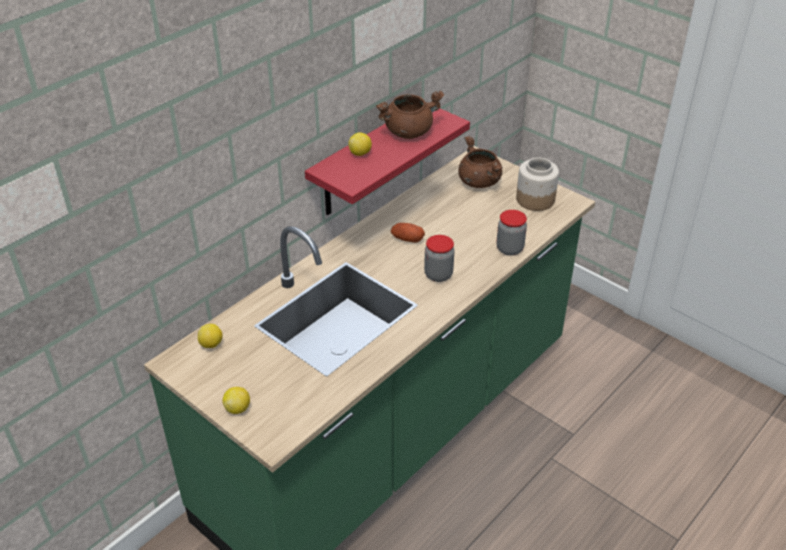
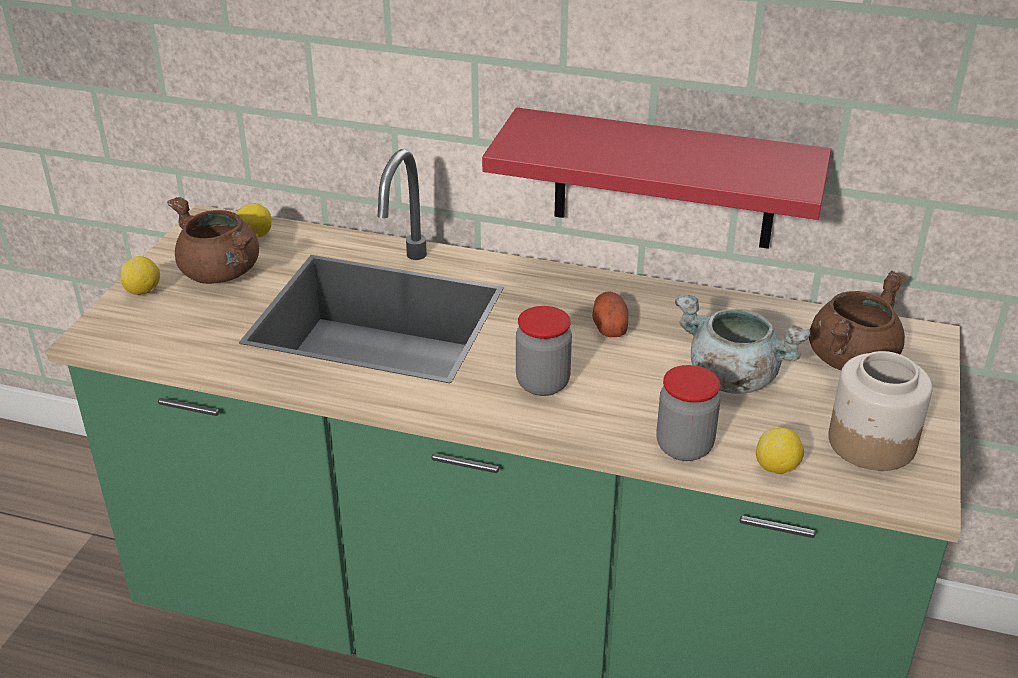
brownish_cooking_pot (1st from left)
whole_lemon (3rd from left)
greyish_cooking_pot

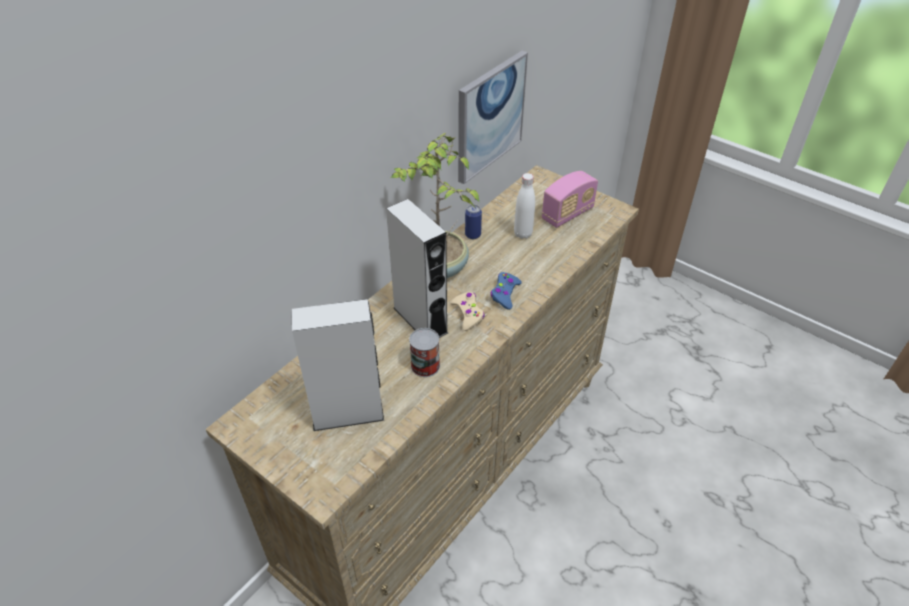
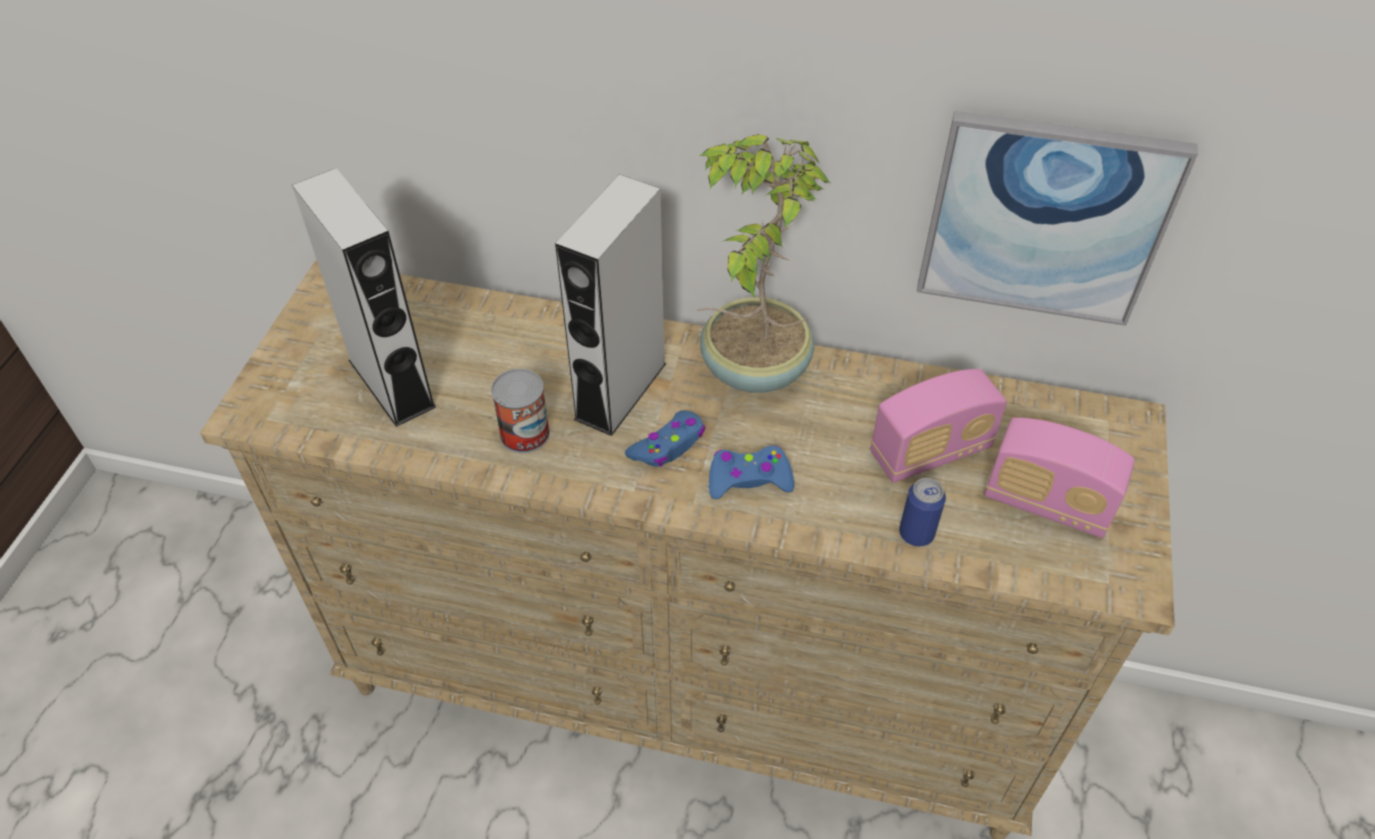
radio_set (1st from left)
metal_can (2nd from left)
blue_gamepad (1st from left)

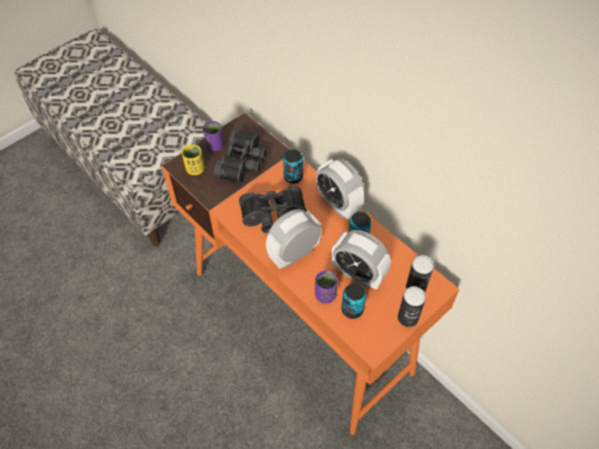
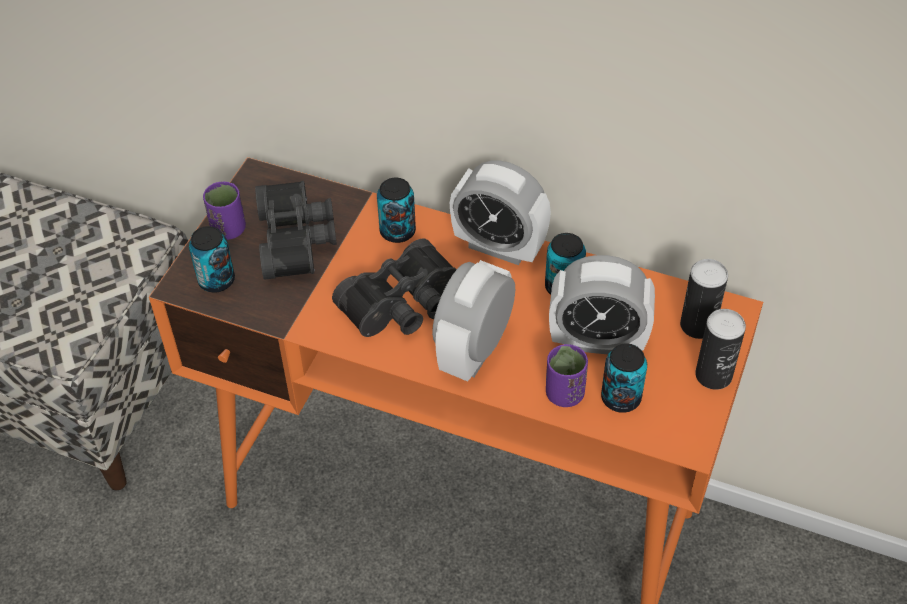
metal_can (1st from left)

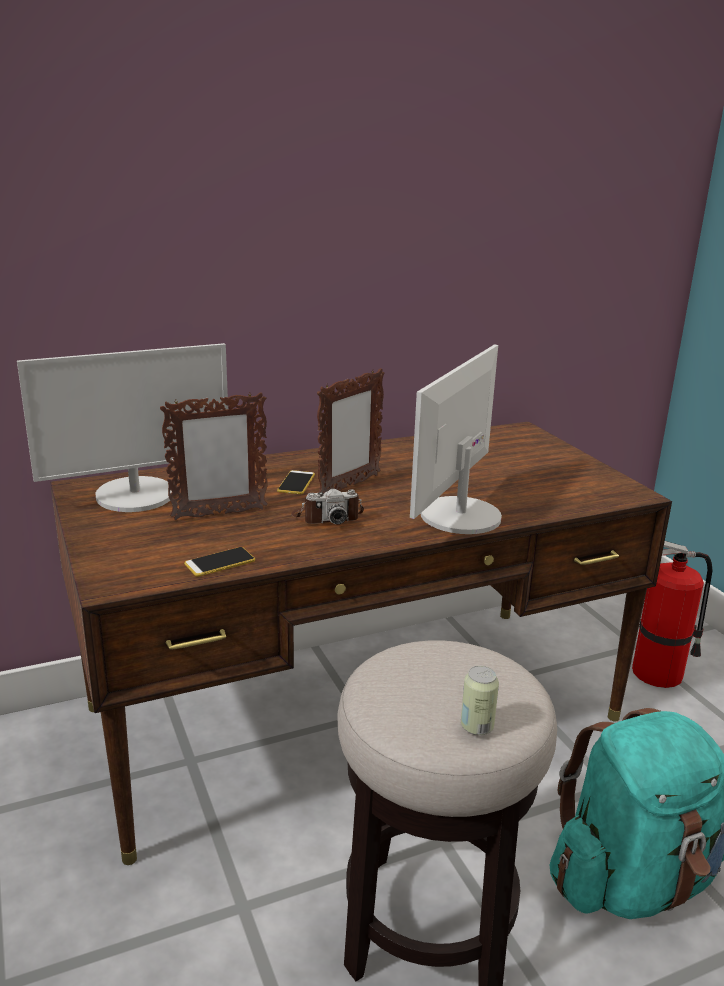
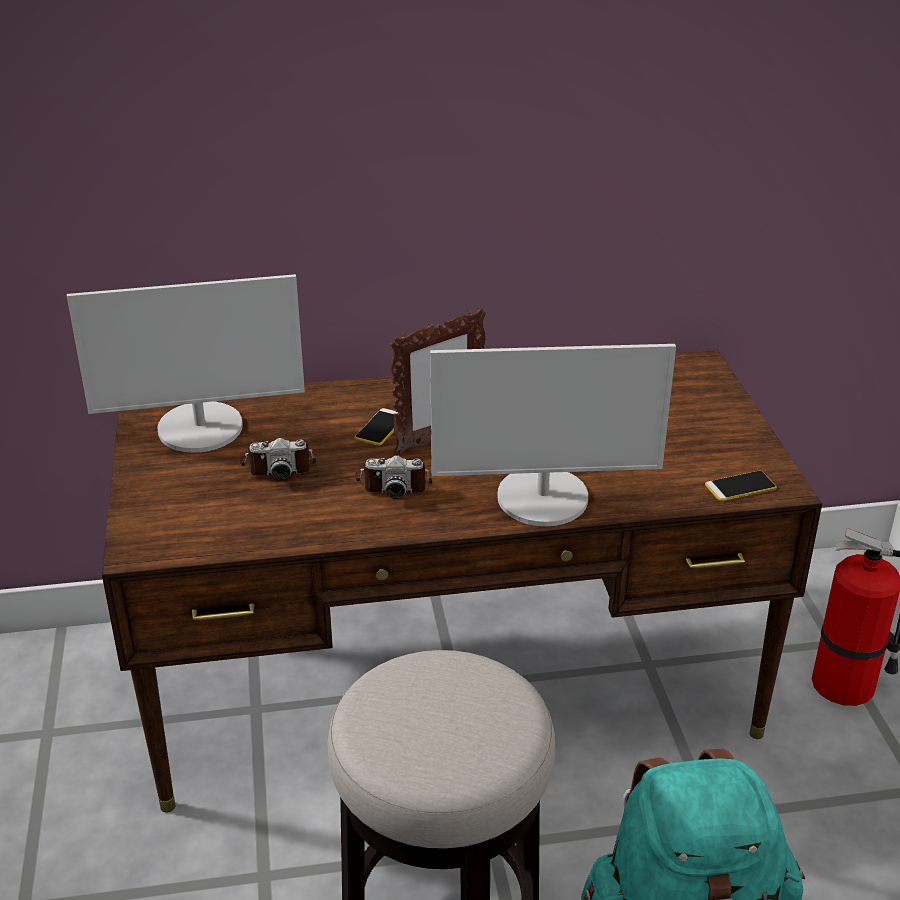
computer_screen (2nd from left)
photo_camera (1st from left)
handset (2nd from left)
metal_can

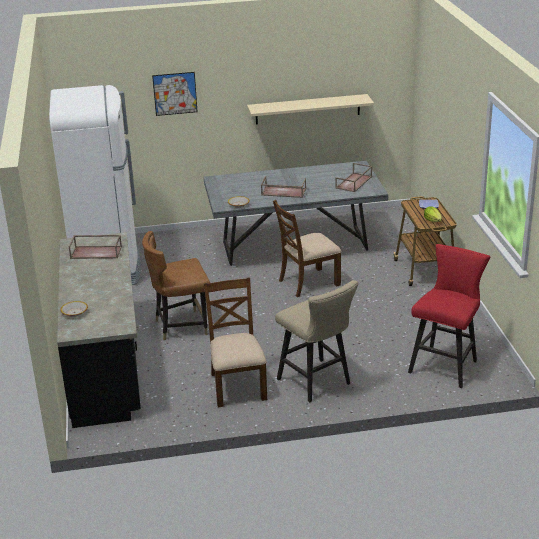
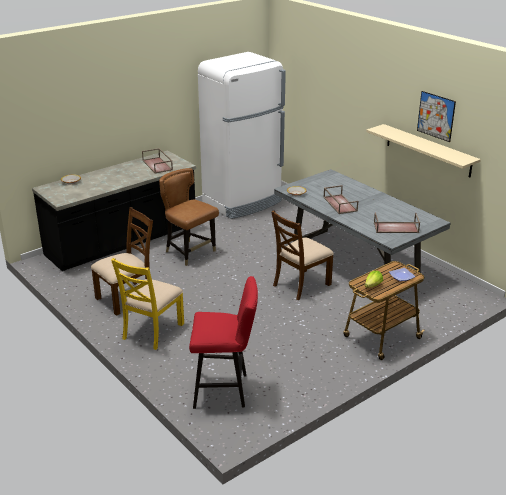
wall_art
brownish_upright_chair (3rd from left)
yellow-coloured_upright_chair

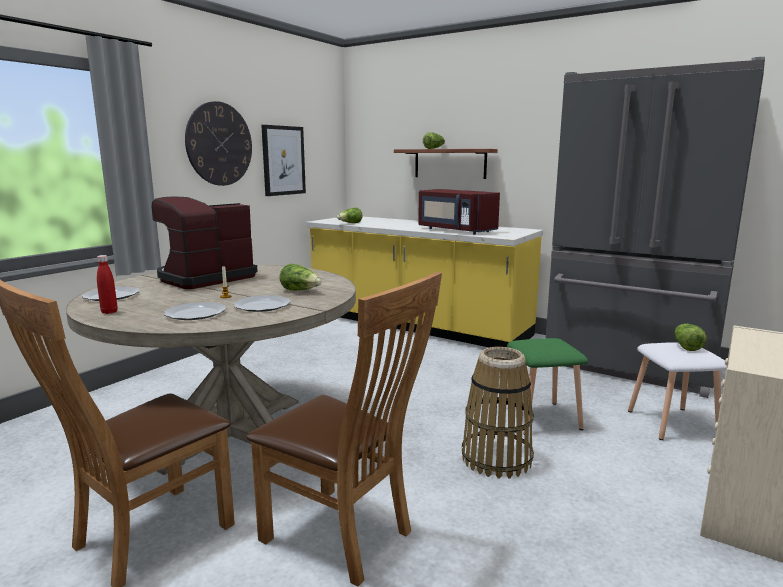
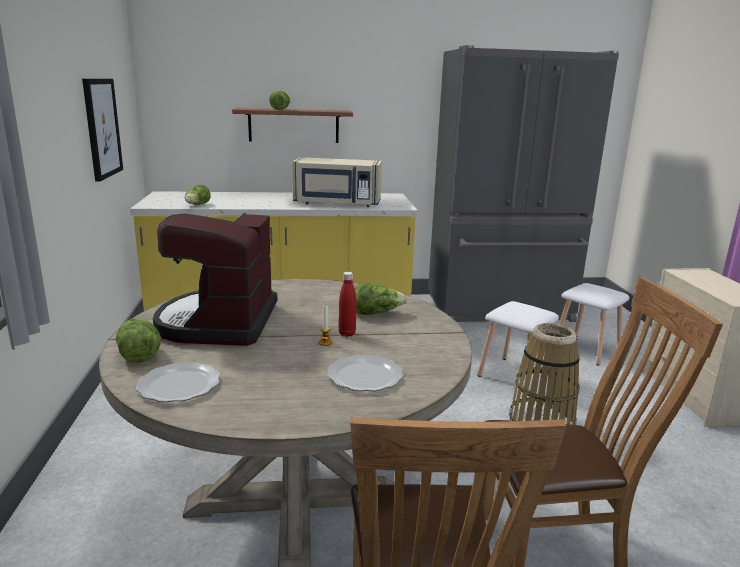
wall_clock
sand-coloured_microwave
red_beverage_bottle
flat_dish (3rd from left in the first image)
lettuce (1st from left)
white-coloured_stool_seat (1st from left)

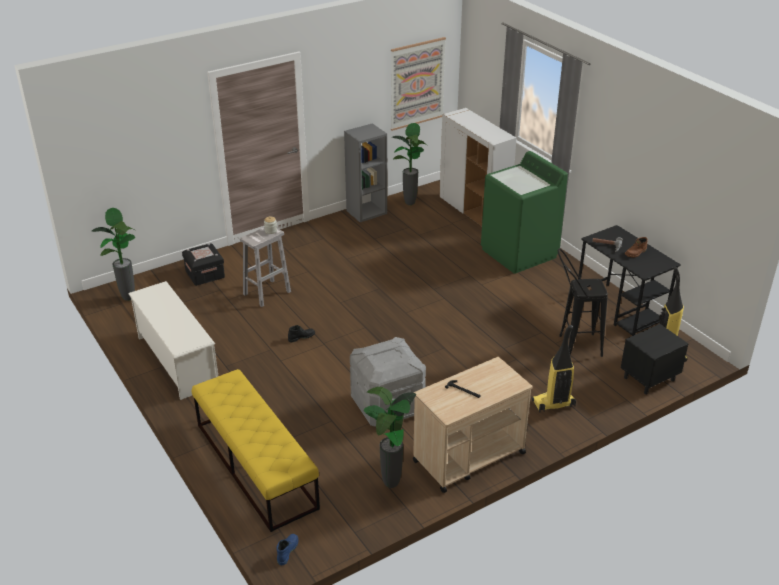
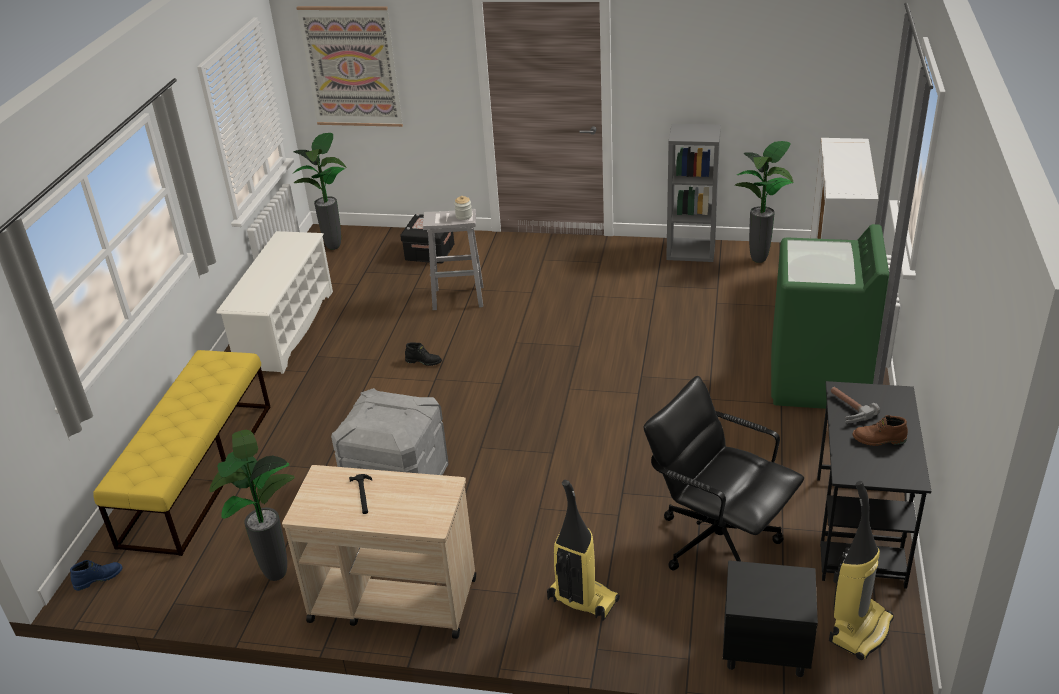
wall_art
black-coloured_office_chair

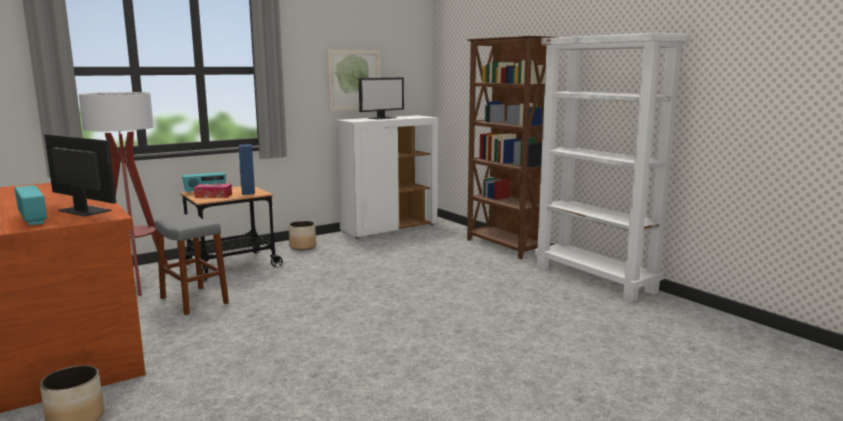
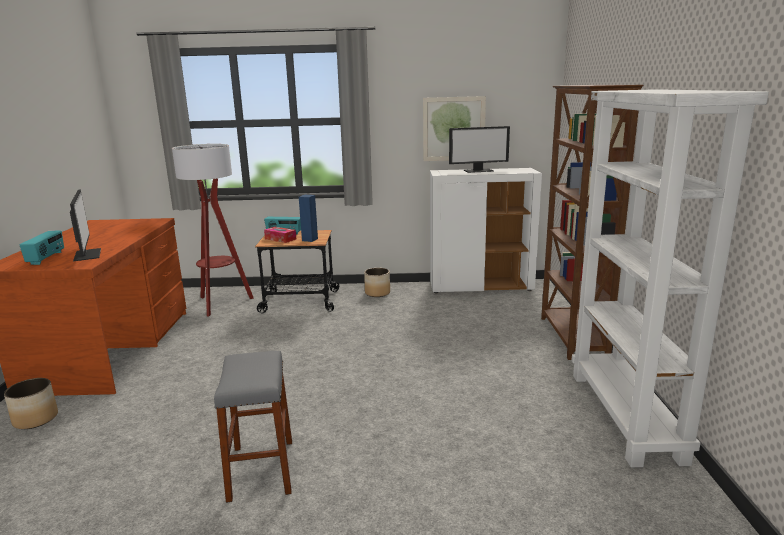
greyish_stool_seat

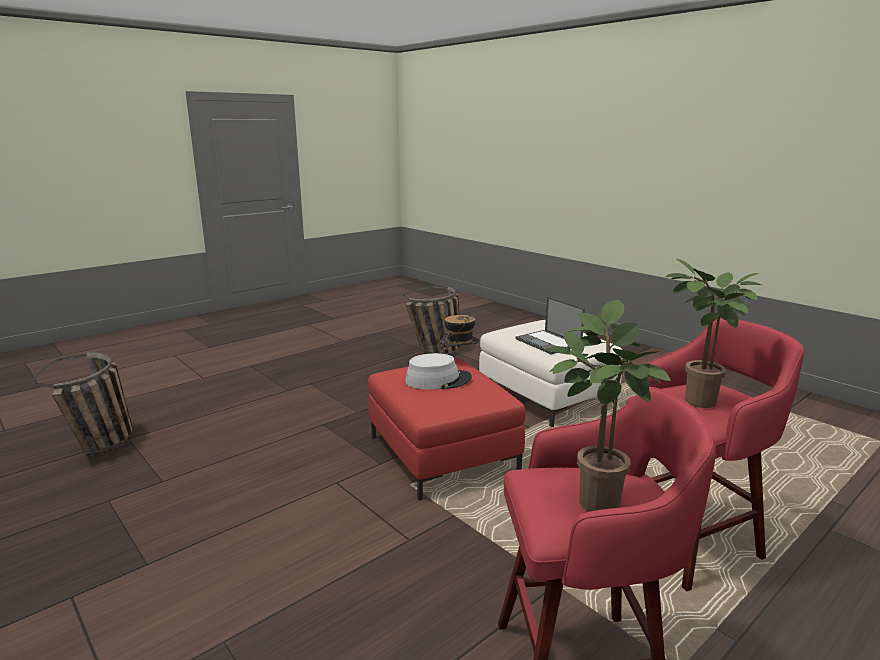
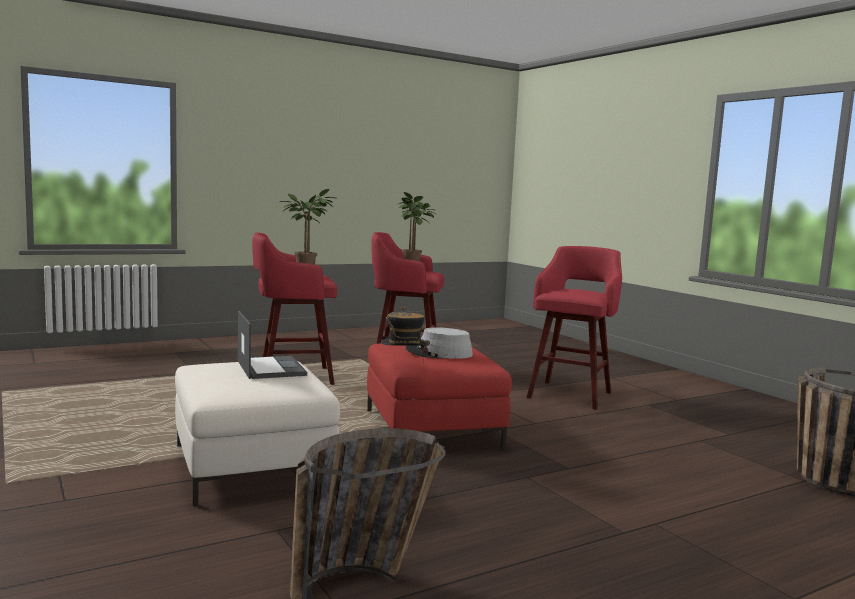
red_stool_seat (3rd from left)

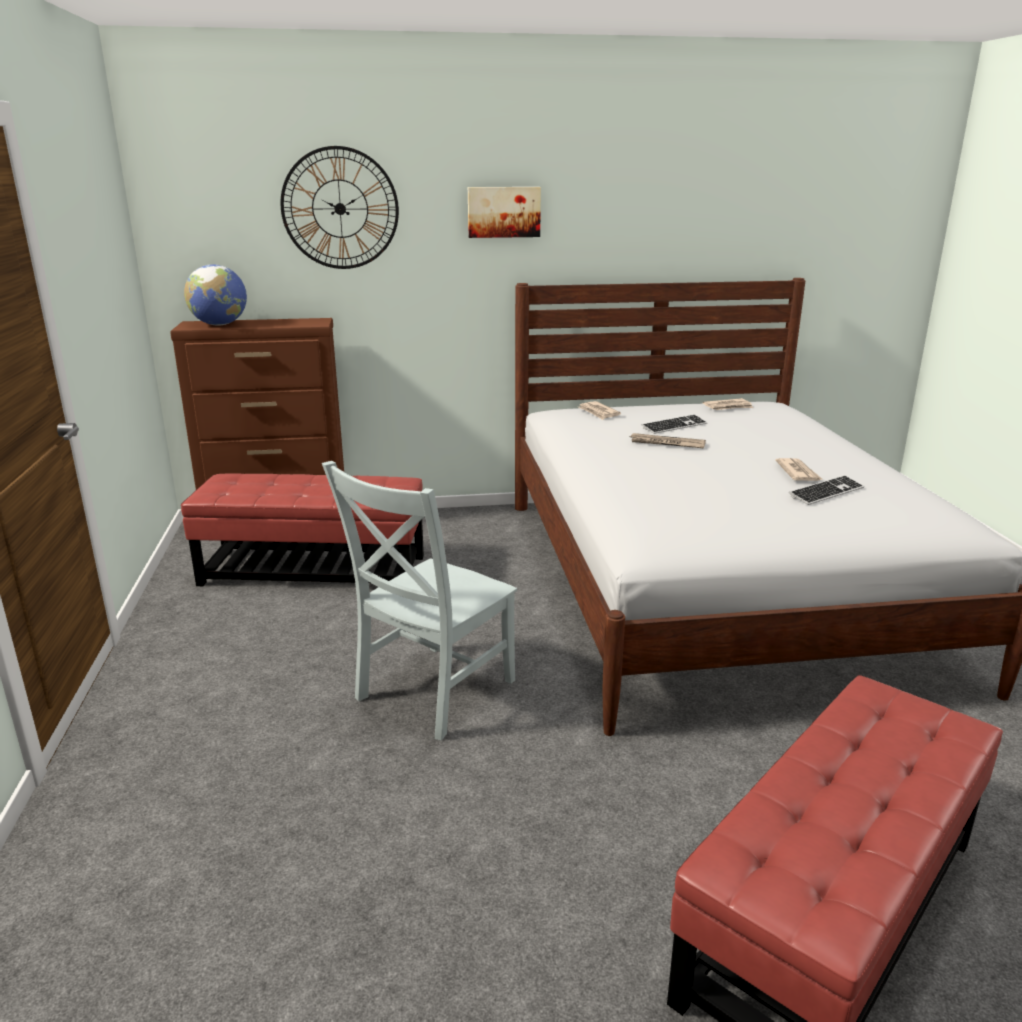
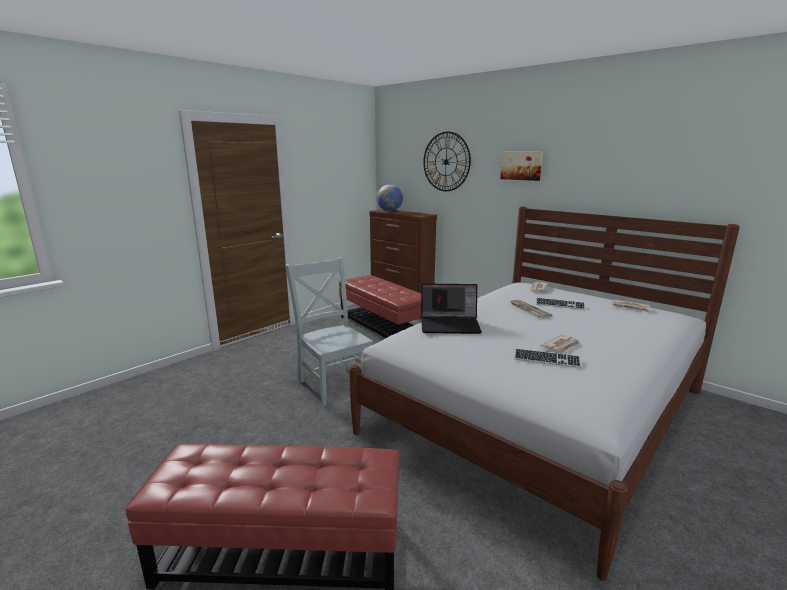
greyish_upright_chair
notebook_computer

